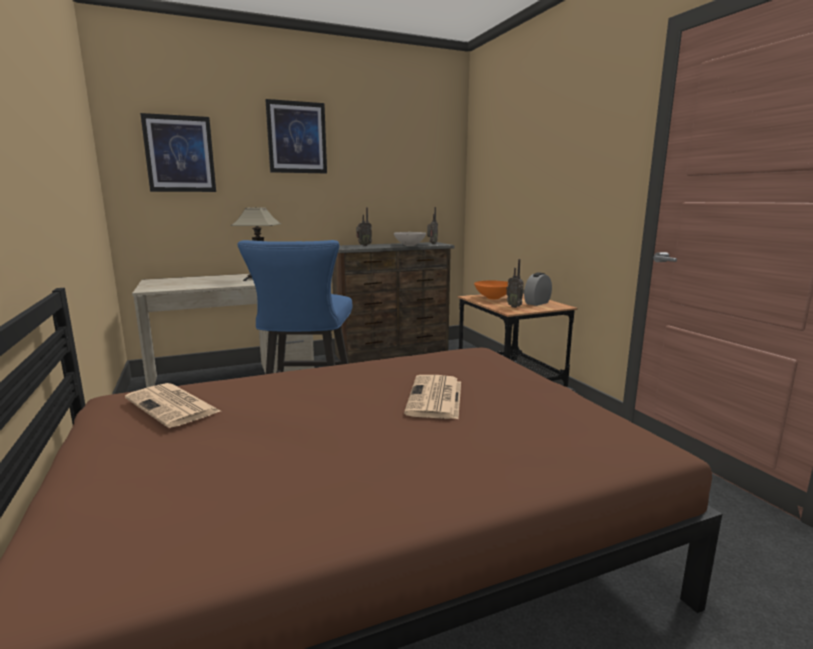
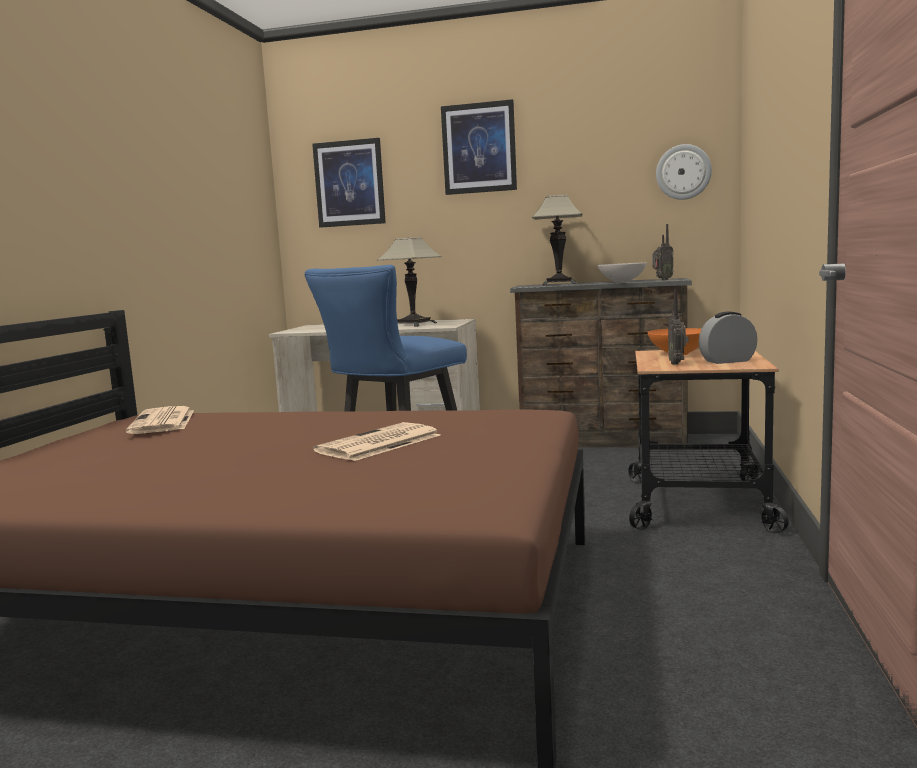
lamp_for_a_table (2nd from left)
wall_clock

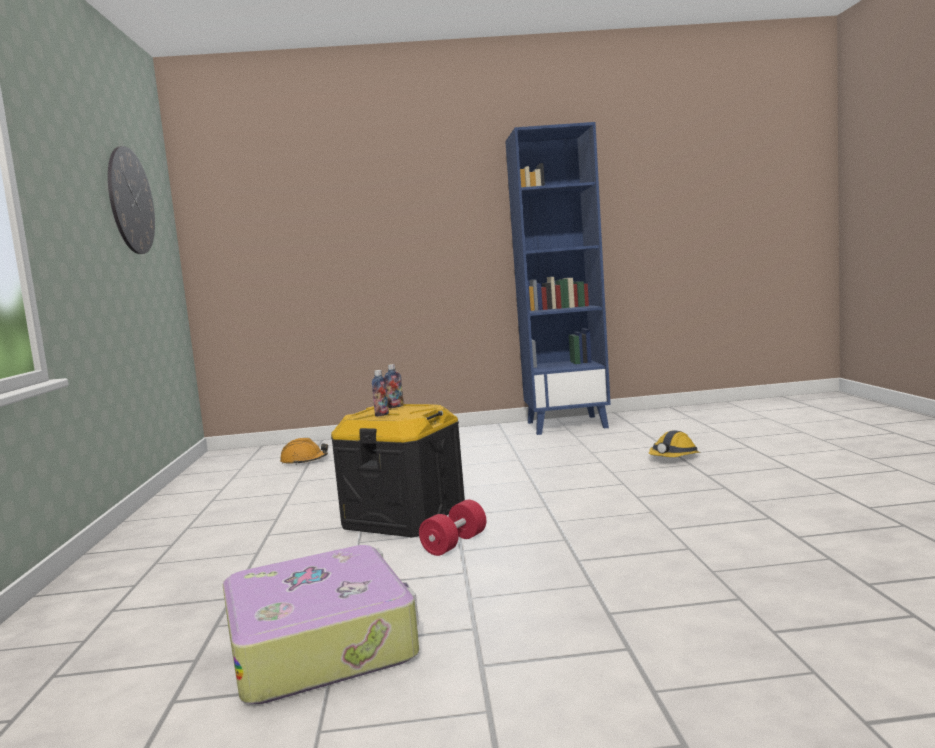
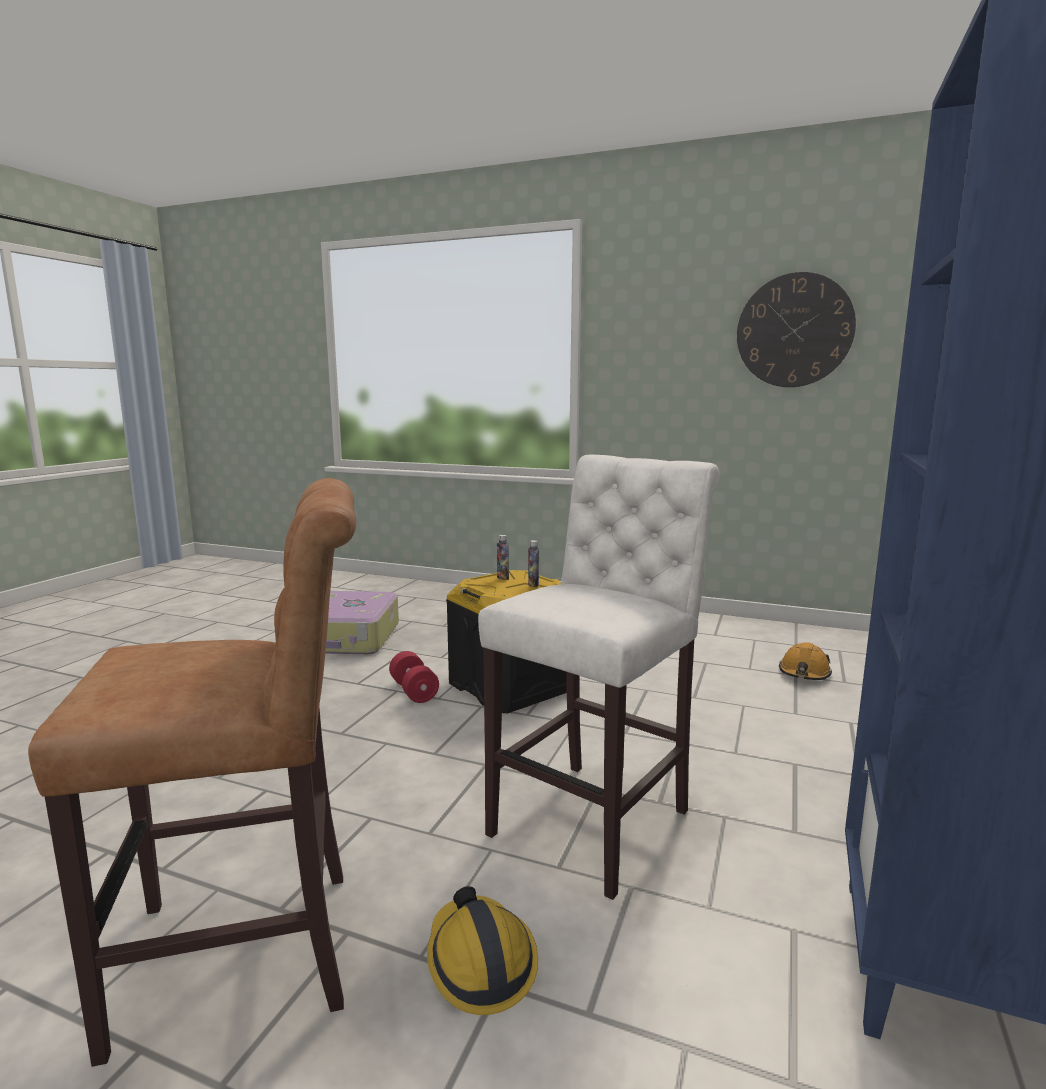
white-coloured_stool_seat
brownish_stool_seat

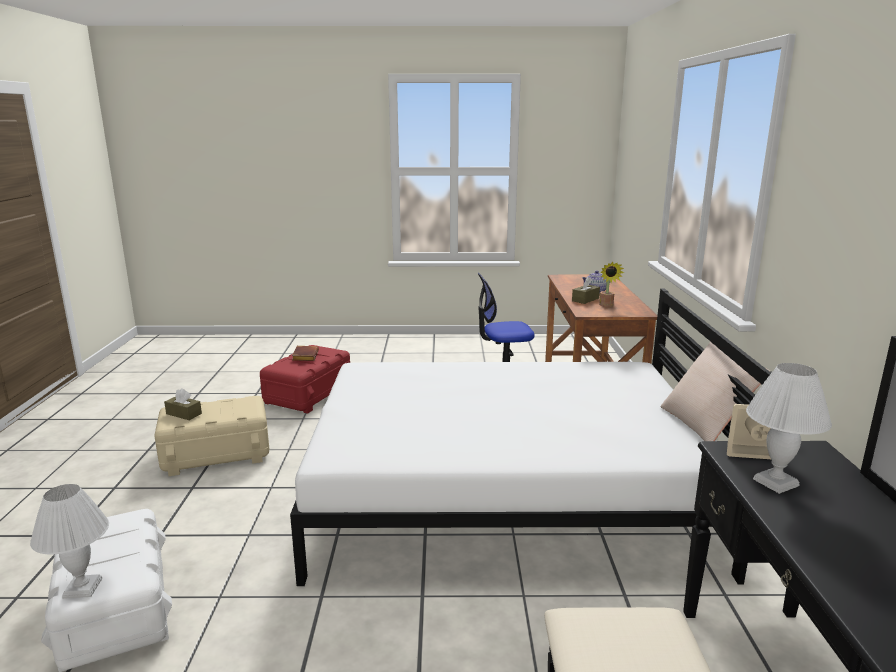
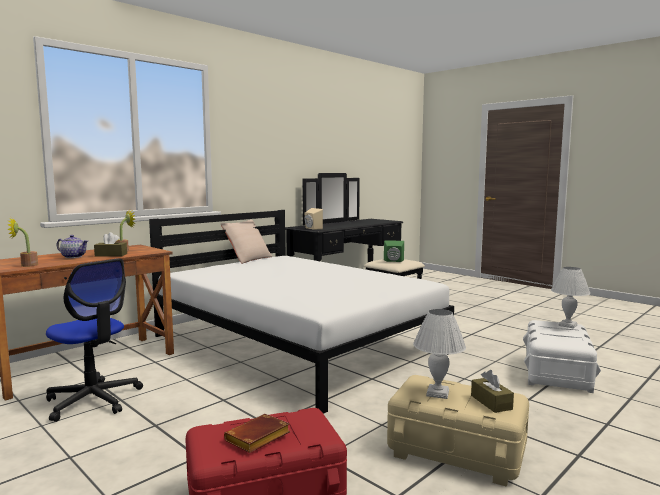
white-coloured_lamp_for_a_table (1st from left)
plant_in_a_pot (1st from left)
green_loudspeaker

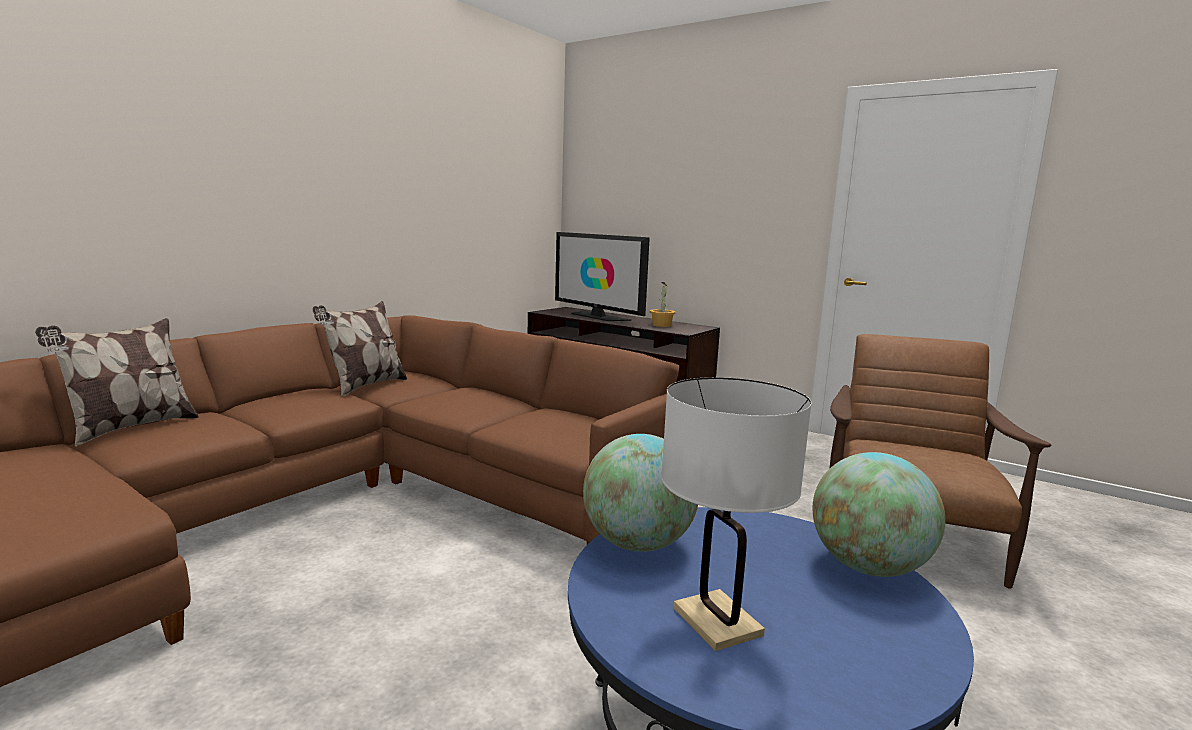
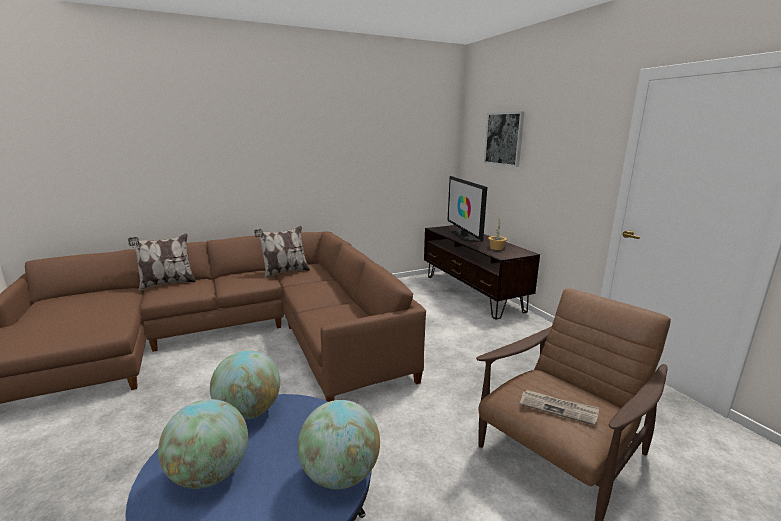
desk_globe (1st from left)
wall_art
printed_paper

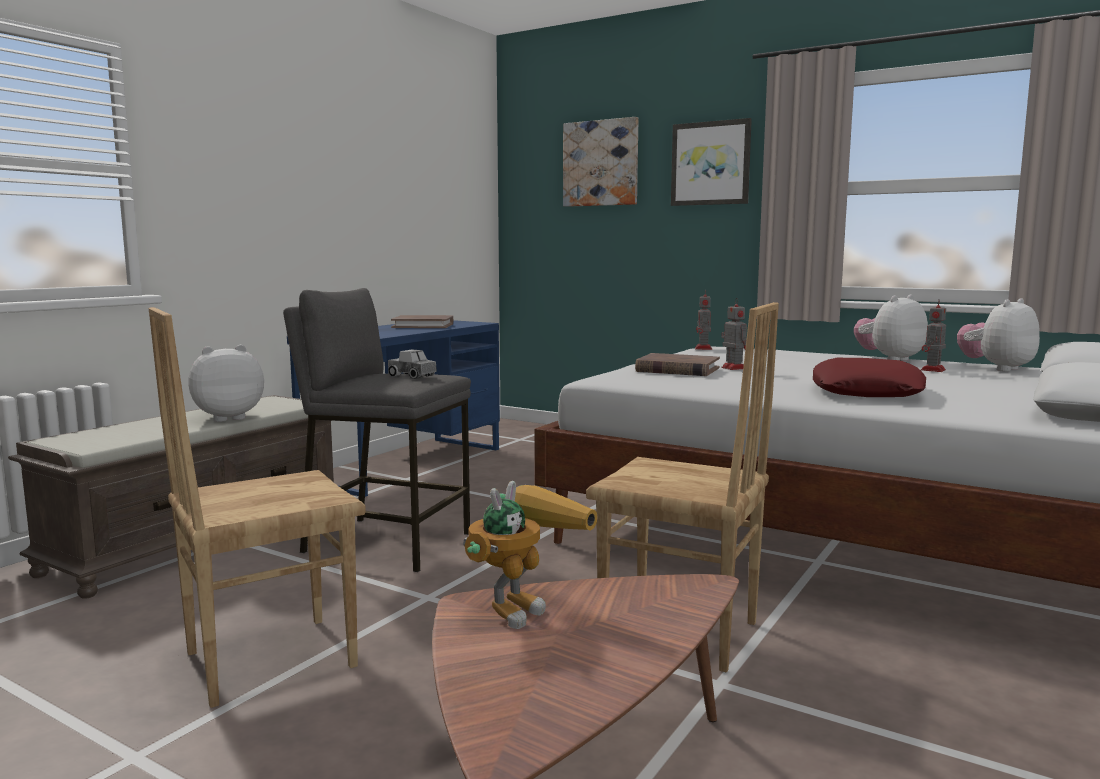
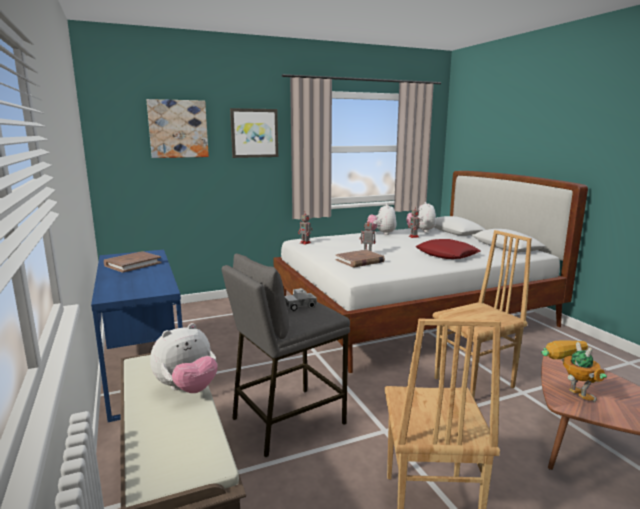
cuddly_toy (1st from left)

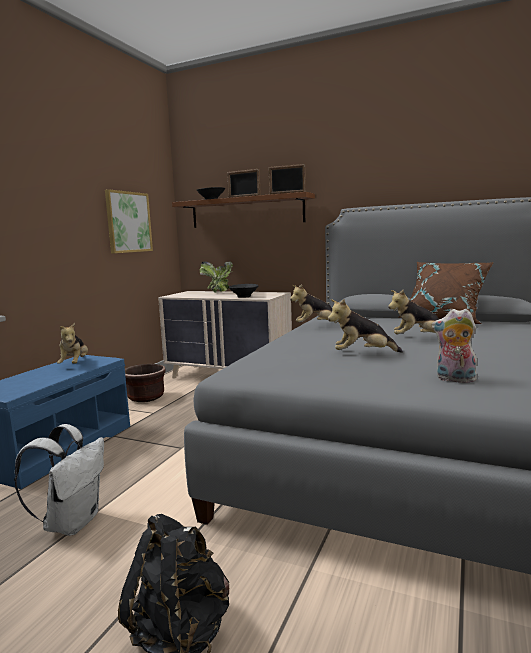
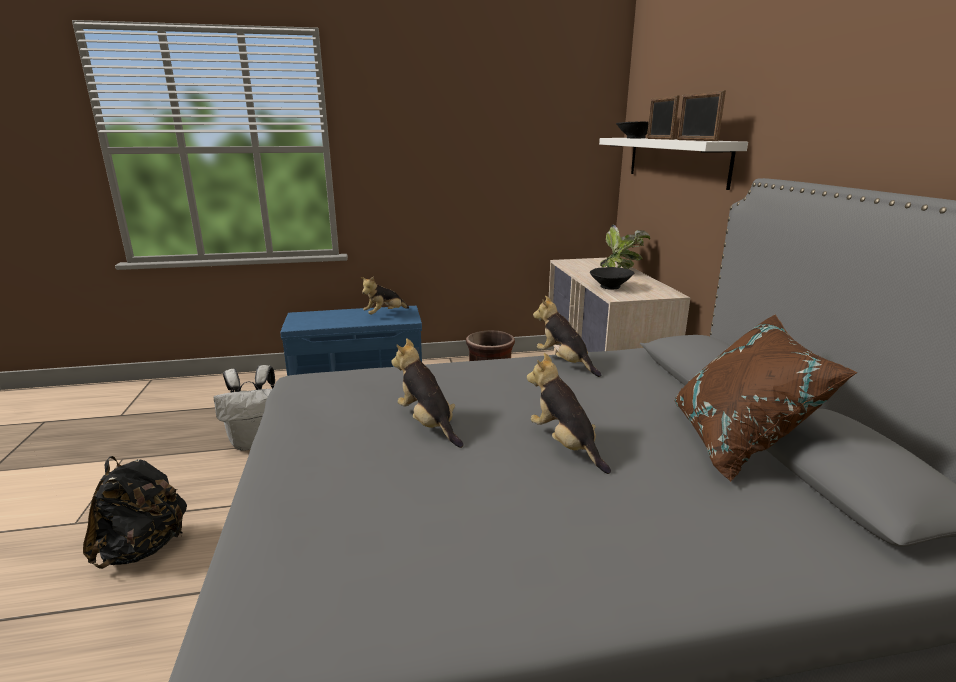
wall_art
white-coloured_wall_shelf
cuddly_toy (5th from left in the first image)

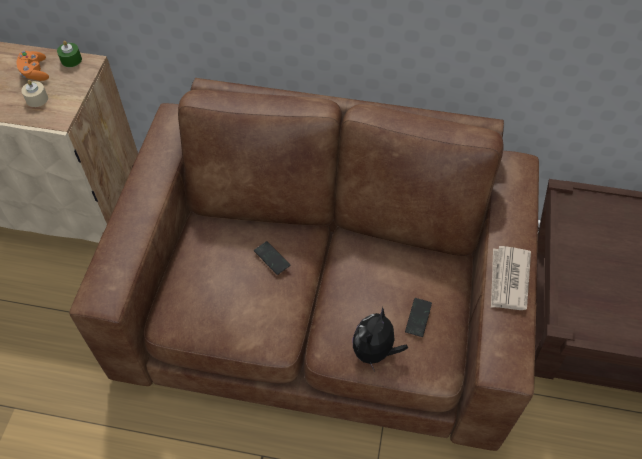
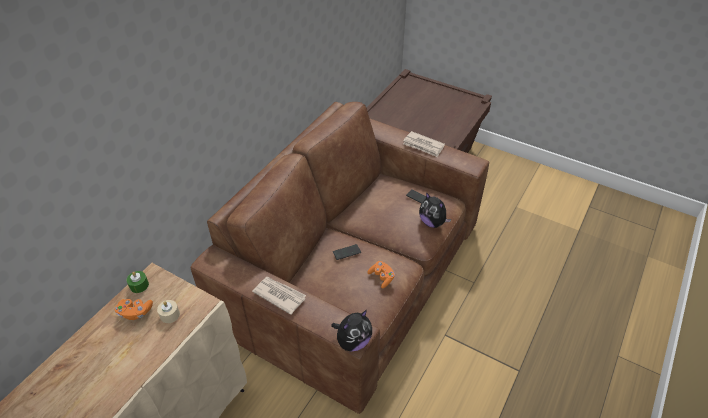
orange-coloured_gamepad (2nd from left)
printed_paper (1st from left)
cuddly_toy (1st from left)

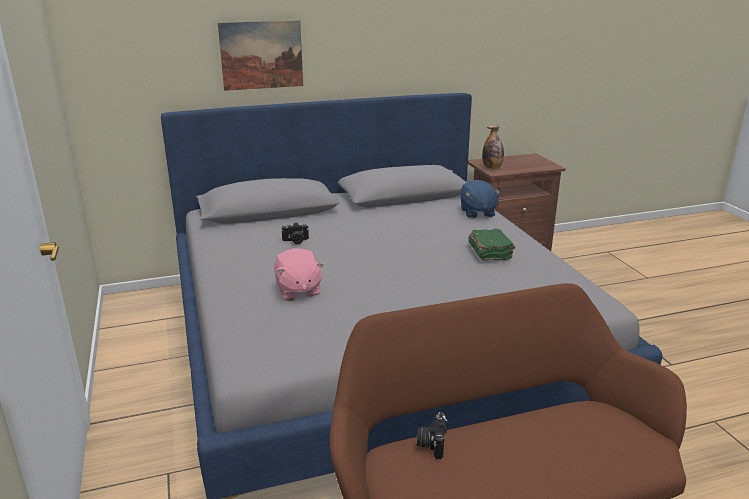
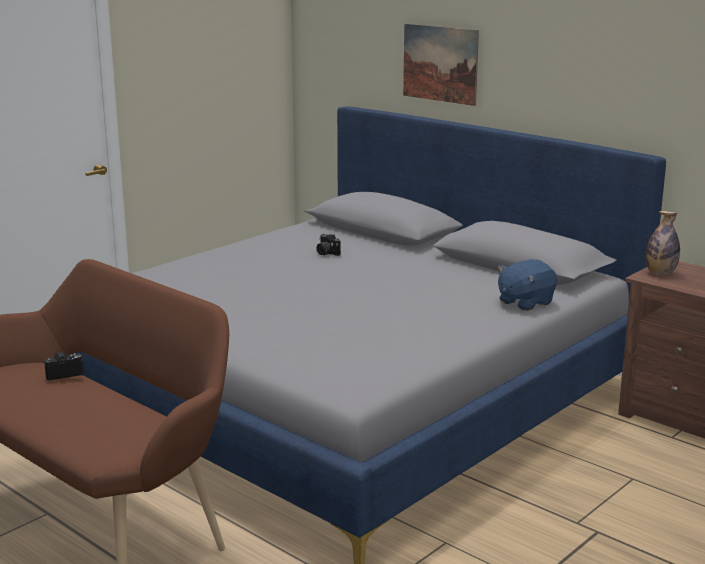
green_book
pink-coloured_cuddly_toy

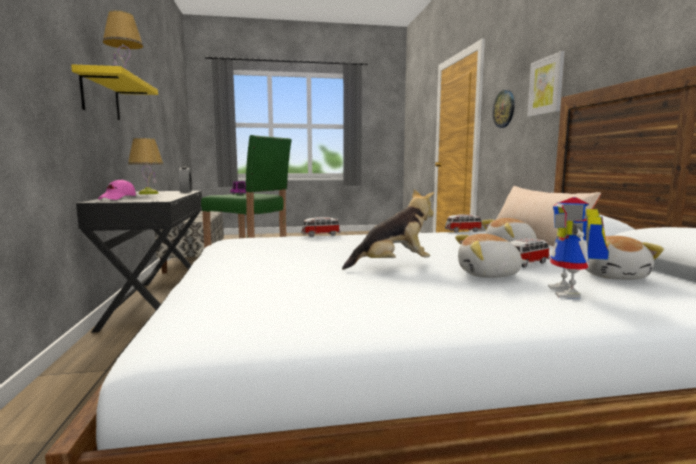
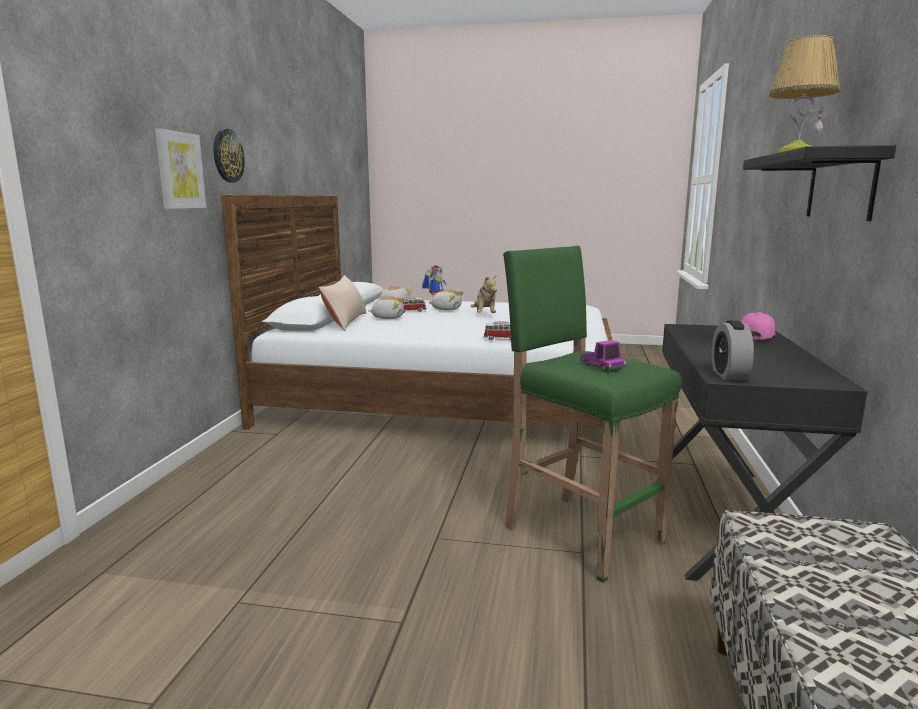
black-coloured_wall_shelf
wall_clock
lamp_for_a_table (2nd from left in the first image)
cuddly_toy (4th from left)
model_car (2nd from left in the first image)

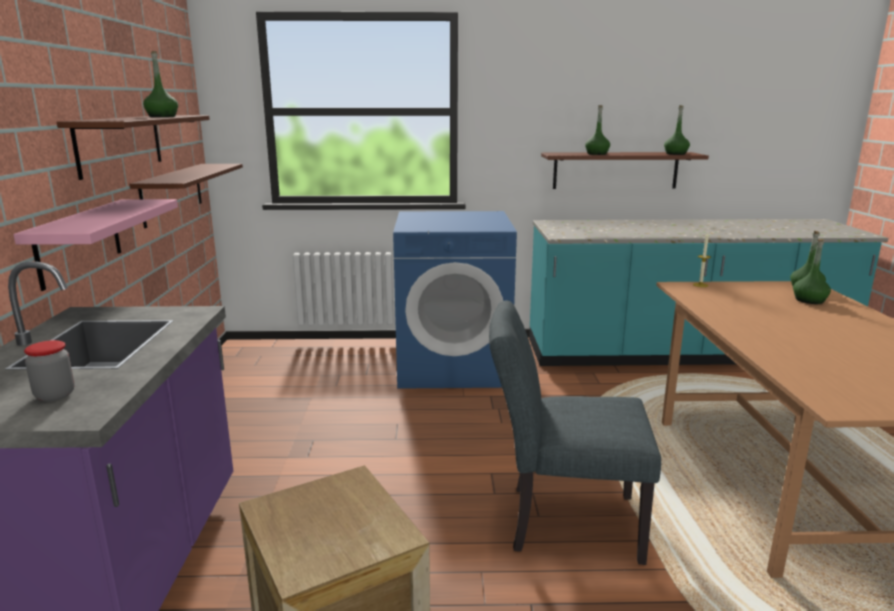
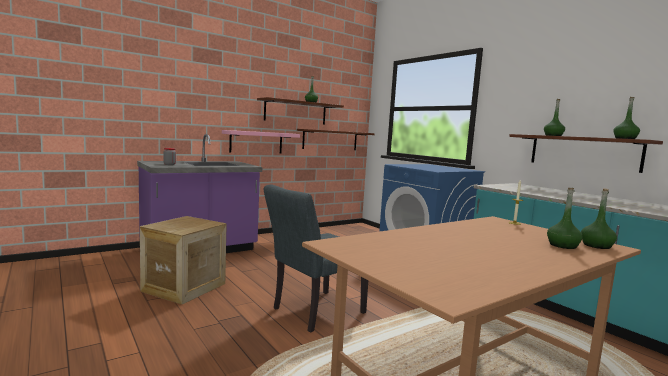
greyish_upright_chair

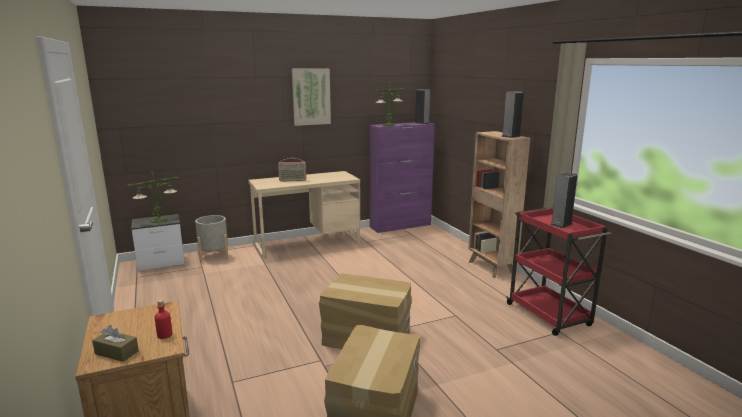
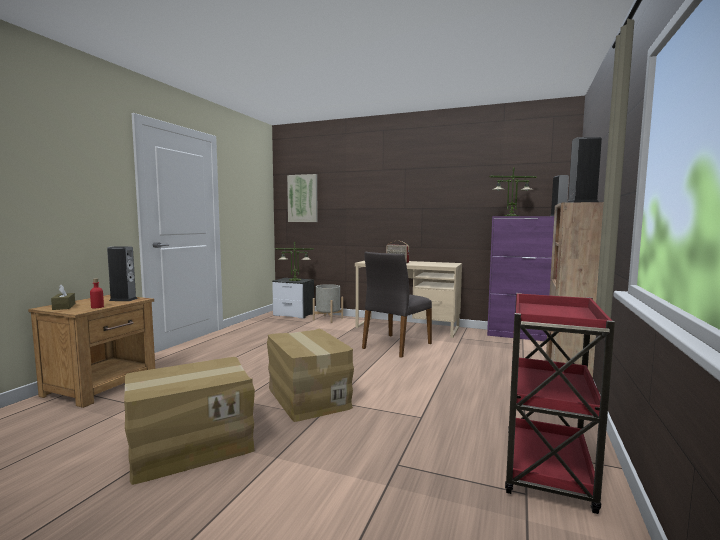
wall_art
loudspeaker (1st from left)
greyish_upright_chair

